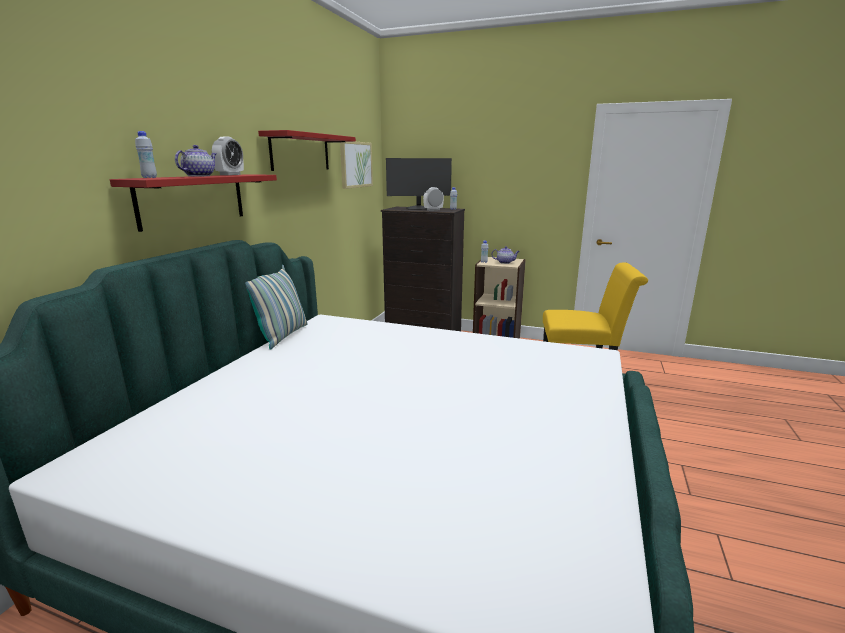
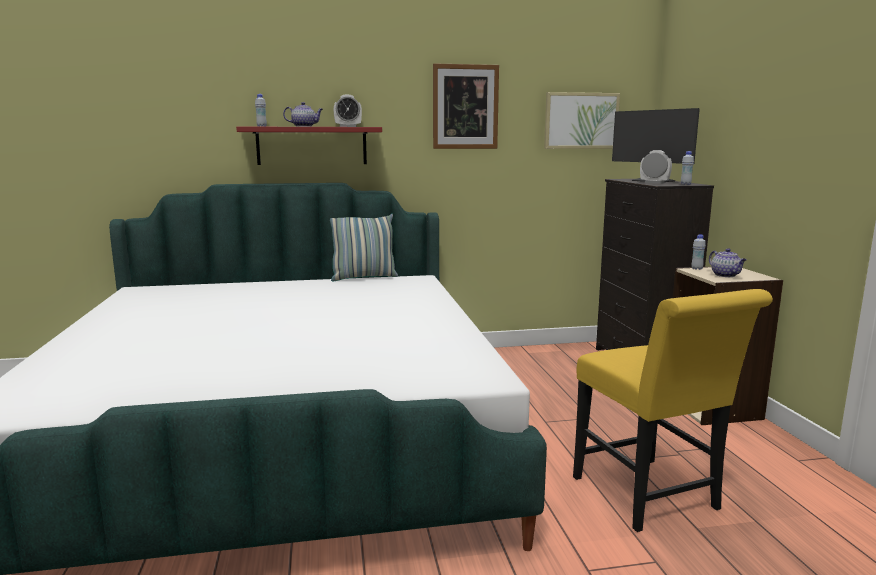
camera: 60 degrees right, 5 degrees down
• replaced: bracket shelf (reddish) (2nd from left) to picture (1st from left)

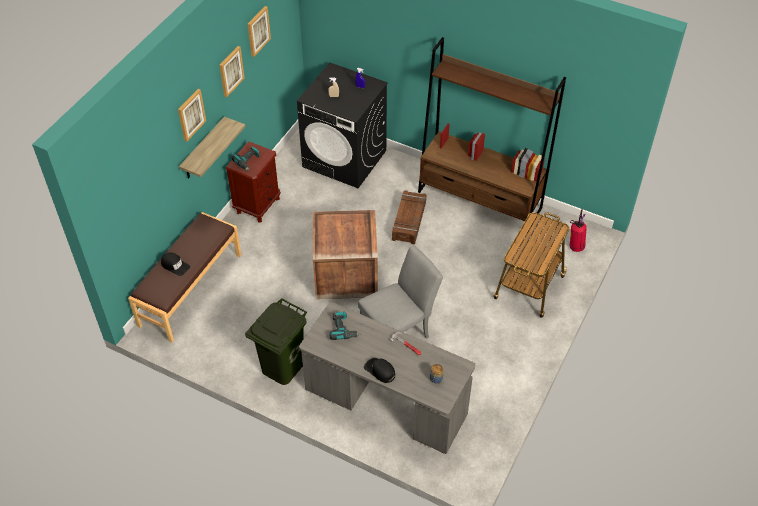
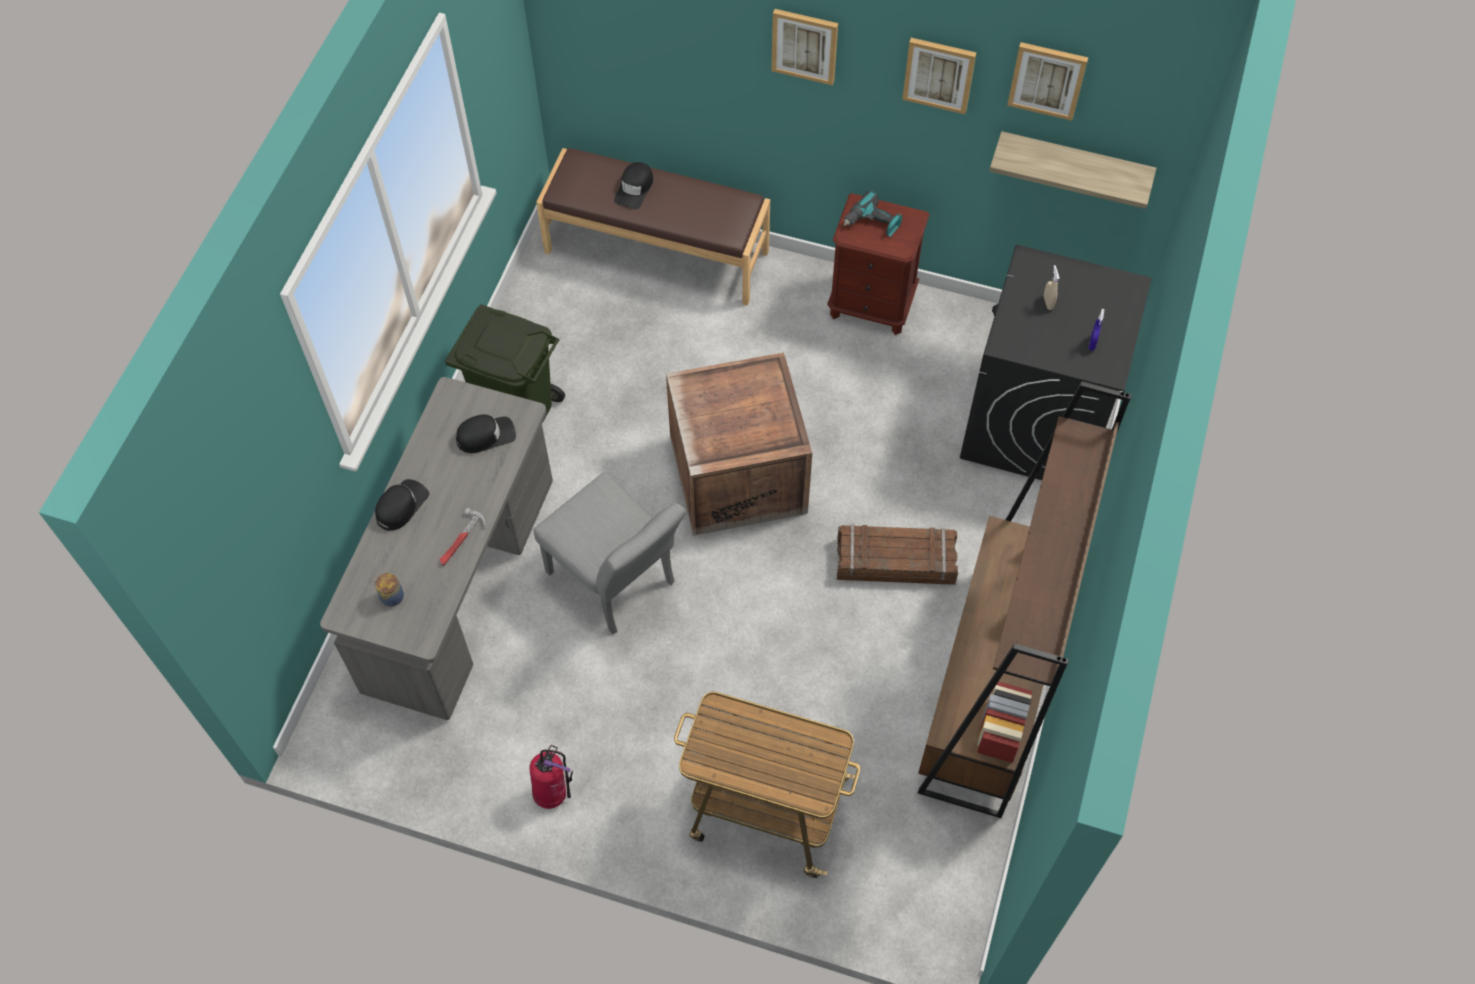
camera: 80 degrees right, 10 degrees up
• moved: bracket shelf
• moved: extinguisher
• replaced: power drill (2nd from left) to peaked cap (blackish) (2nd from left)

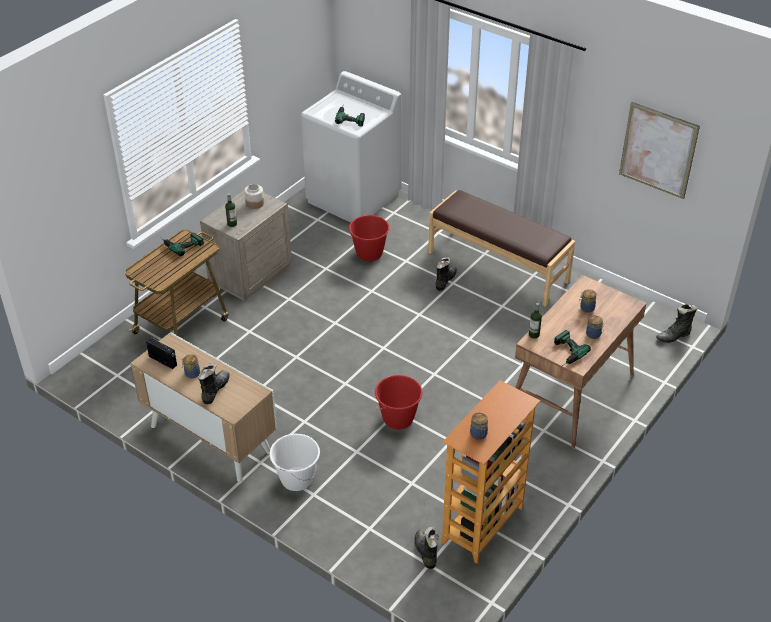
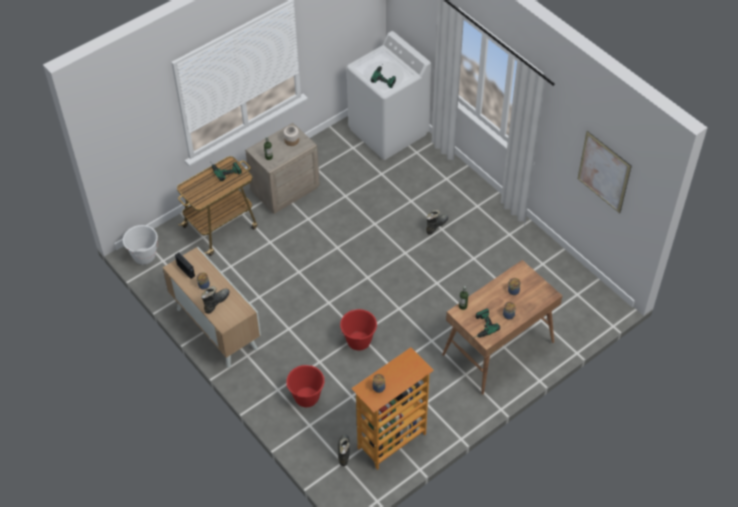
camera: 15 degrees right, 10 degrees up
• removed: indoor bench (brown)
• removed: boot (blackish) (4th from left)
• moved: bucket (white-coloured)
• moved: bucket (reddish) (1st from left)

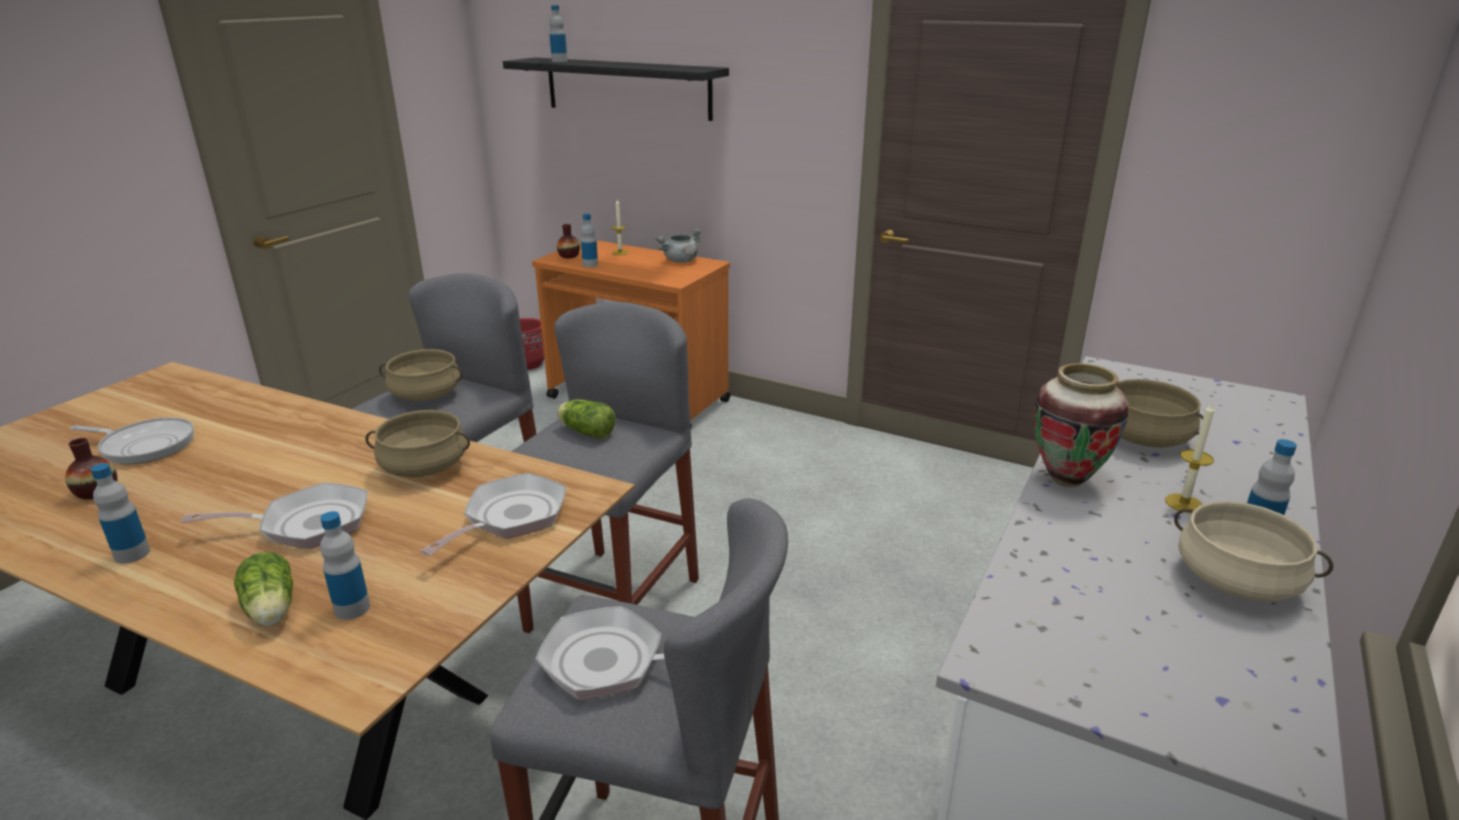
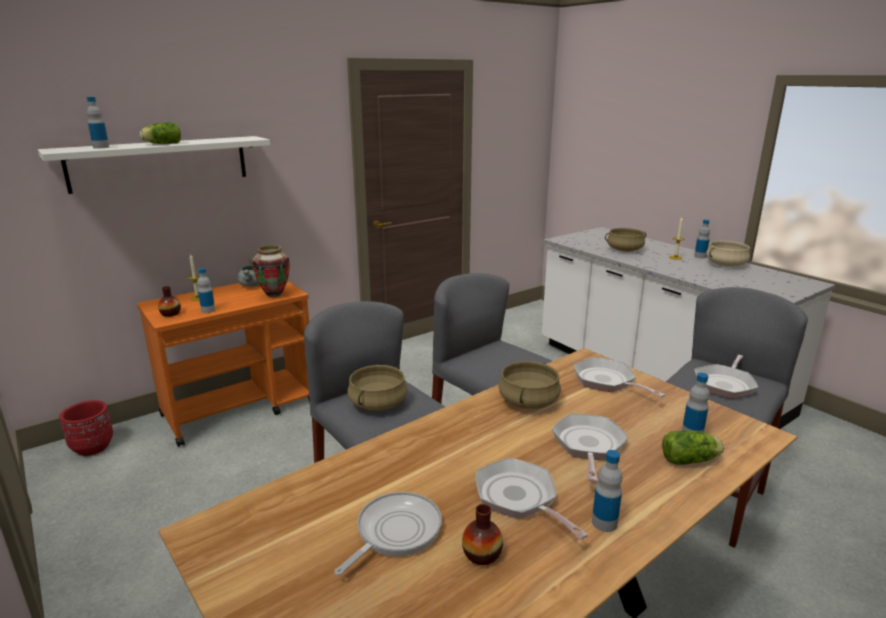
camera: 65 degrees left, 5 degrees down
• added: skillet (2nd from left)
• moved: lettuce head (2nd from left in the first image) to lettuce head (1st from left)
• moved: flower vase (3rd from left in the first image) to flower vase (2nd from left)
• recoloured: bracket shelf (blackish) to bracket shelf (white-coloured)

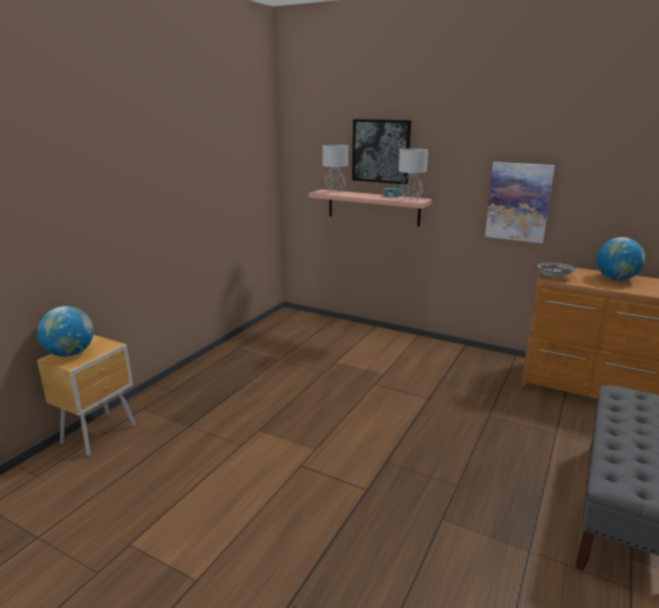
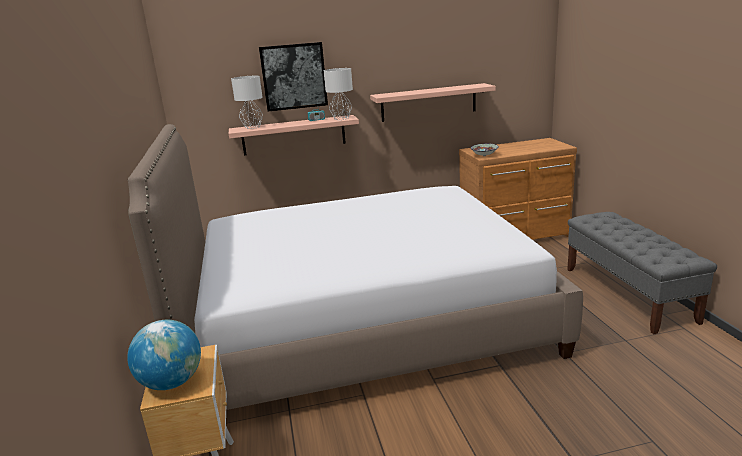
camera: 40 degrees left, 0 degrees up
• removed: world globe (2nd from left)
• added: bedroom bed
• replaced: picture (2nd from left) to bracket shelf (2nd from left)

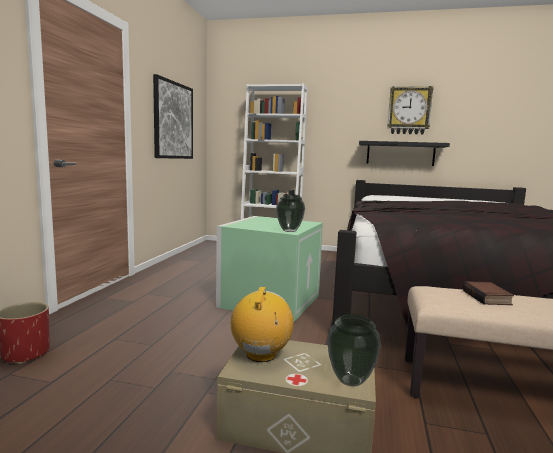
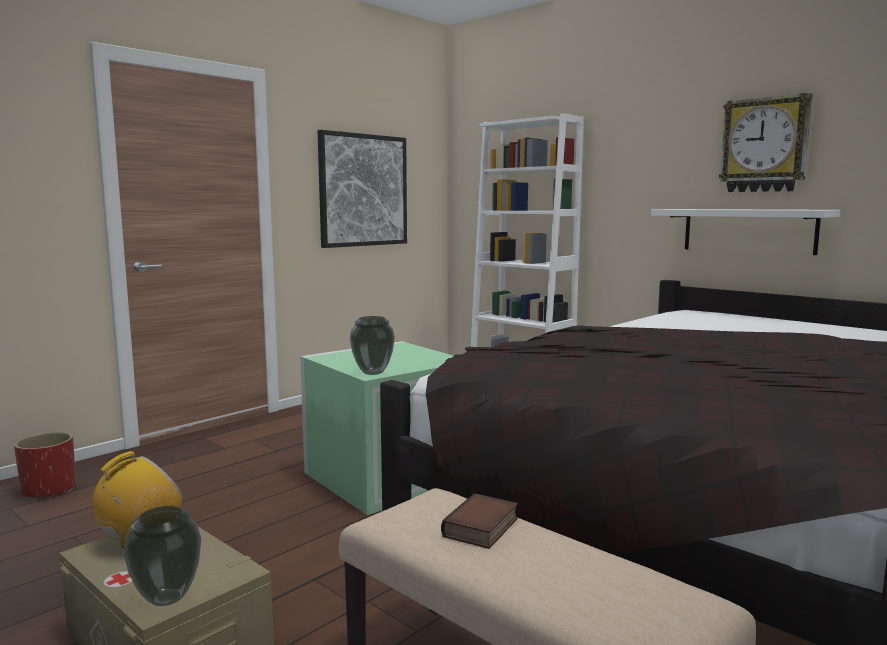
camera: 30 degrees right, 0 degrees up
• recoloured: bracket shelf (blackish) to bracket shelf (white-coloured)

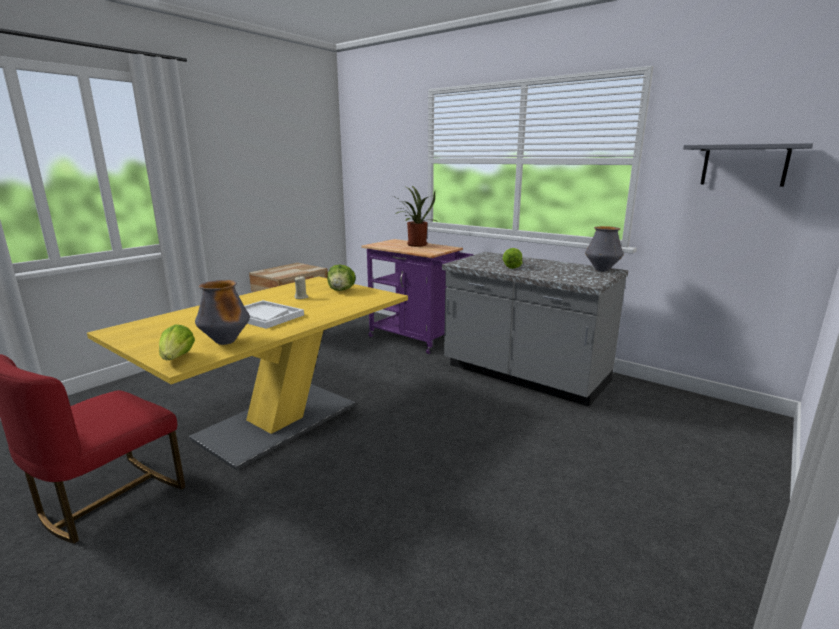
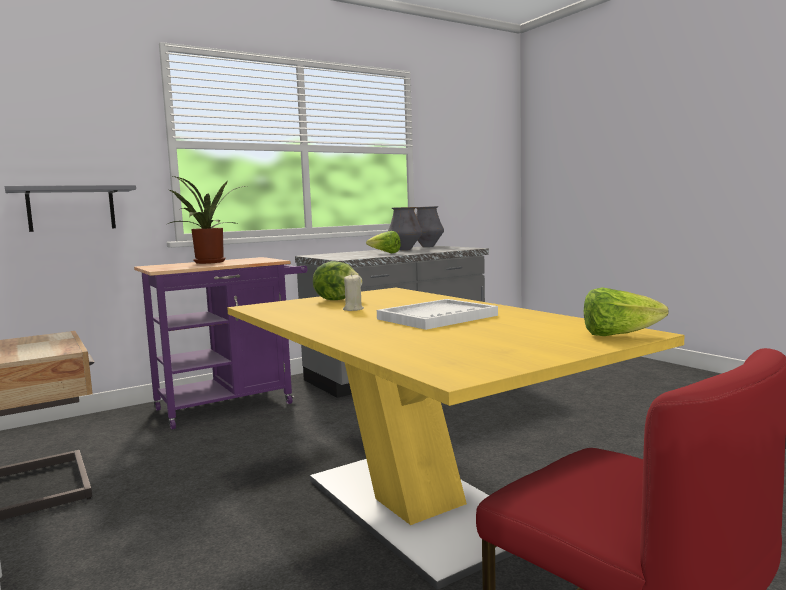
camera: 70 degrees left, 10 degrees down
• moved: flower vase (1st from left)
• moved: bracket shelf (grey)

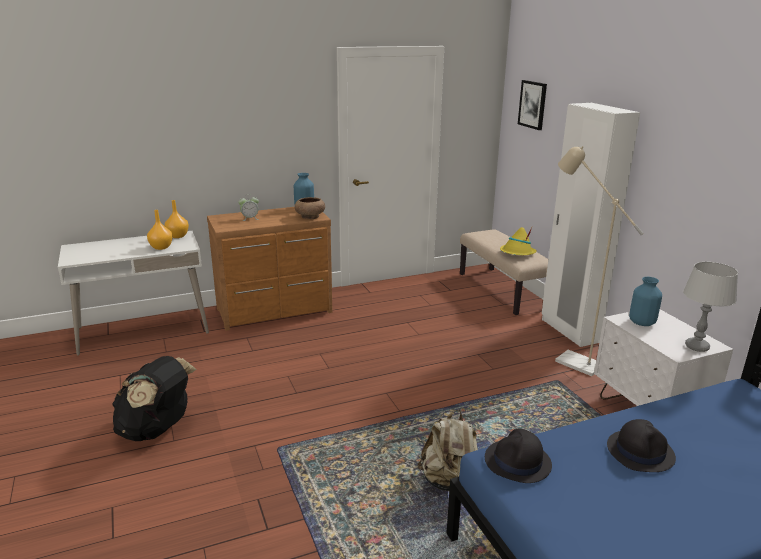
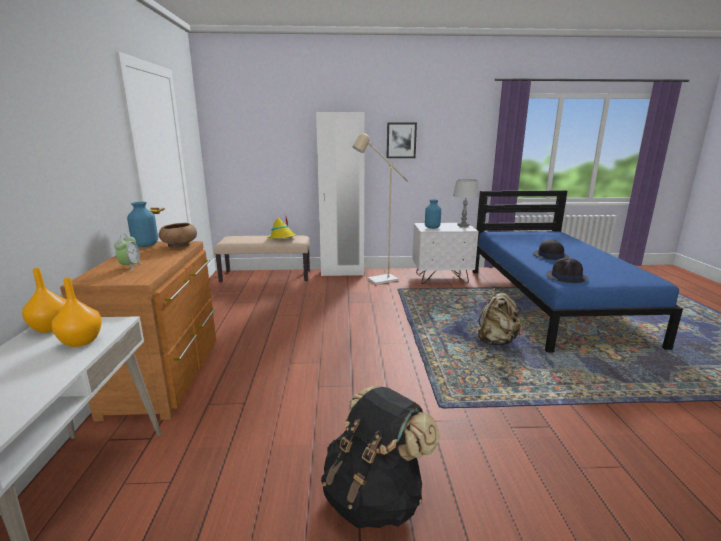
camera: 70 degrees left, 5 degrees down
• moved: picture

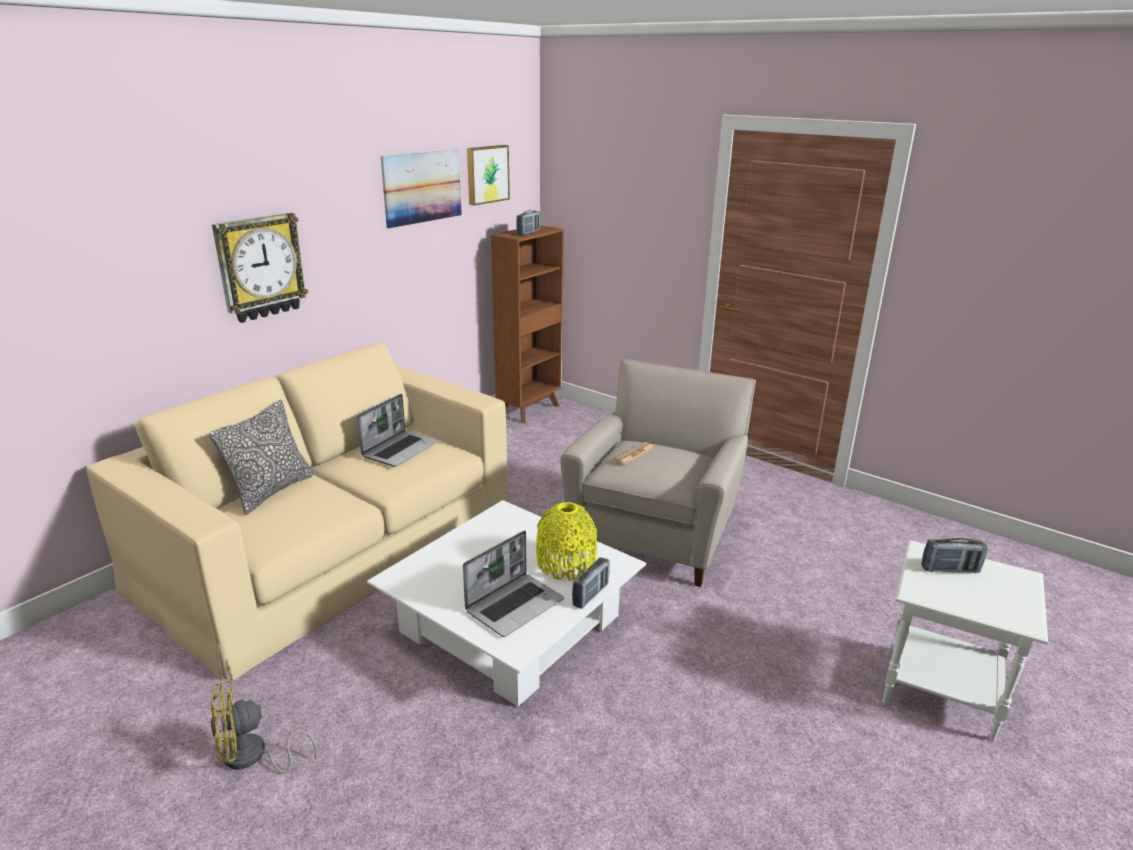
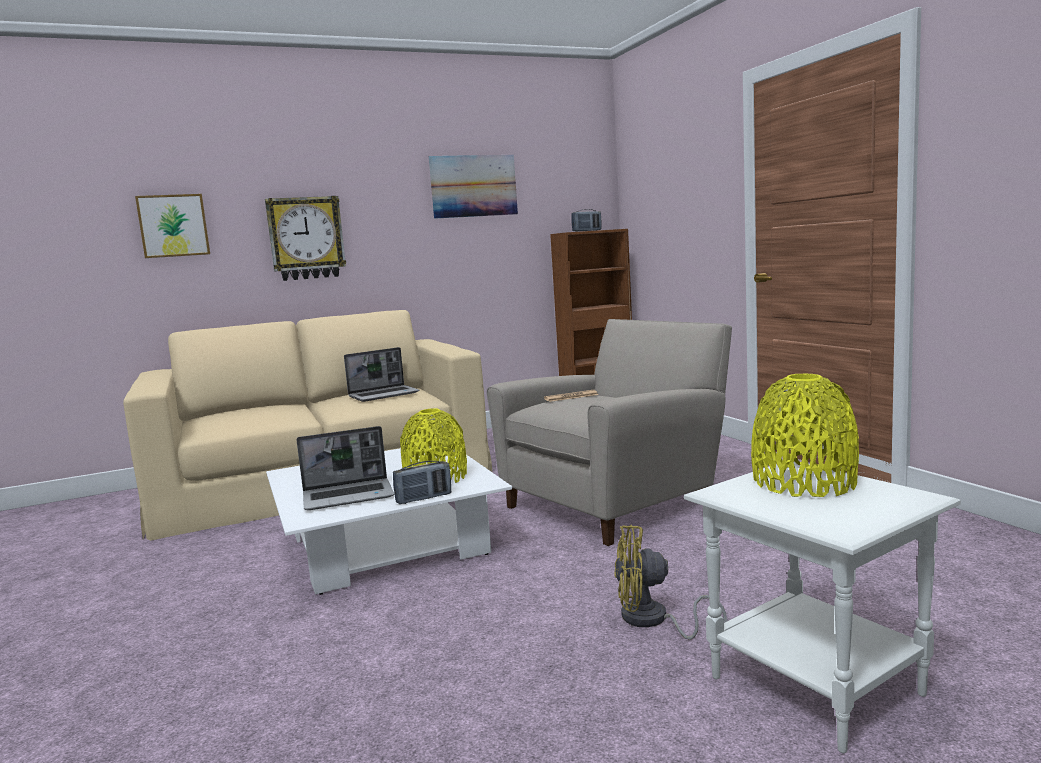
camera: 30 degrees right, 15 degrees down
• removed: pillow
• moved: electric fan (yellowish)
• moved: picture (2nd from left in the first image) to picture (1st from left)
• replaced: radio receiver (3rd from left) to flower vase (yellowish) (2nd from left)

